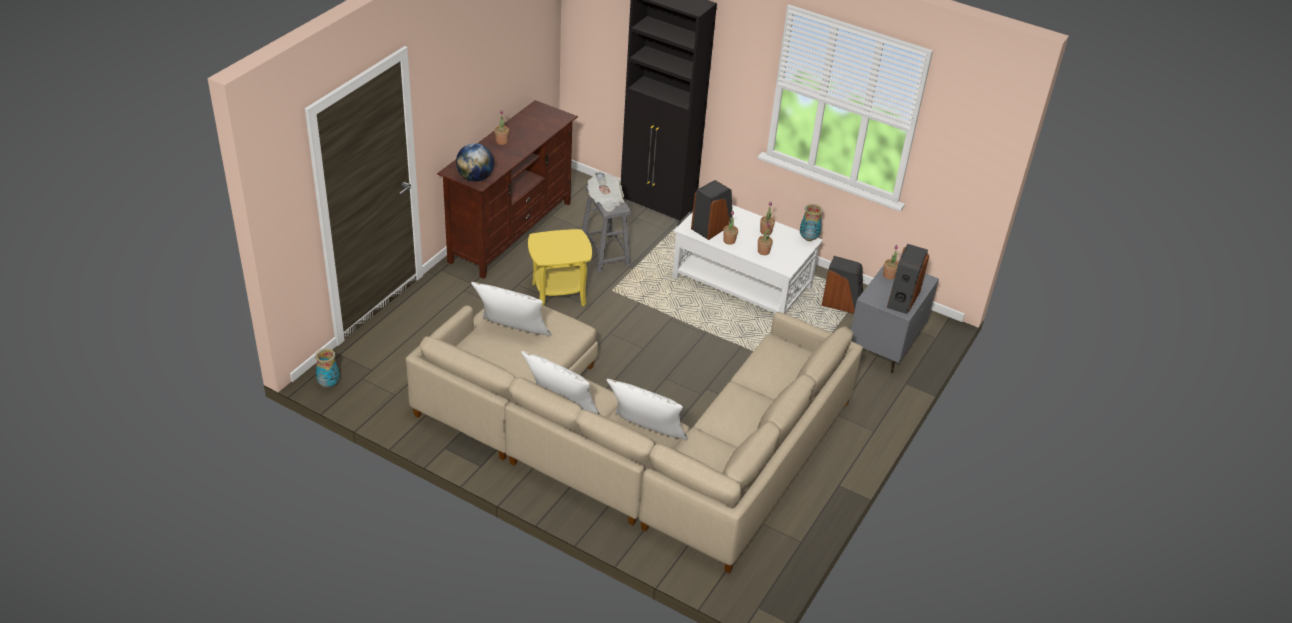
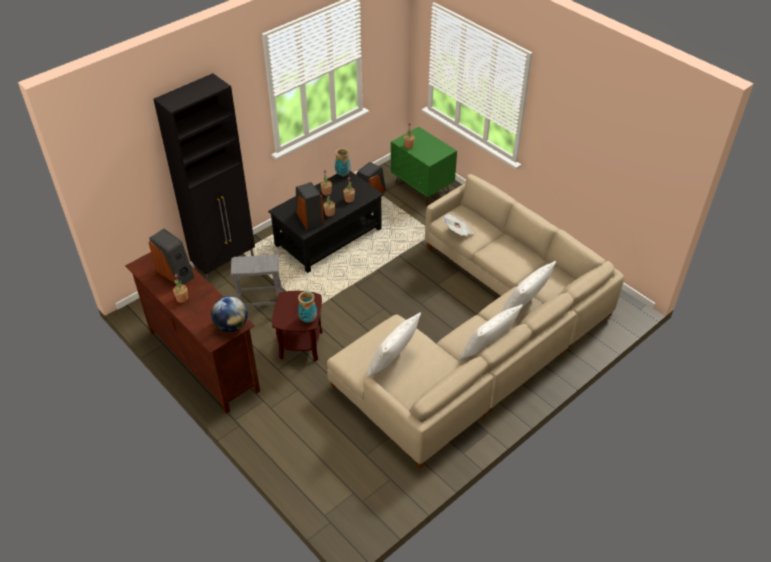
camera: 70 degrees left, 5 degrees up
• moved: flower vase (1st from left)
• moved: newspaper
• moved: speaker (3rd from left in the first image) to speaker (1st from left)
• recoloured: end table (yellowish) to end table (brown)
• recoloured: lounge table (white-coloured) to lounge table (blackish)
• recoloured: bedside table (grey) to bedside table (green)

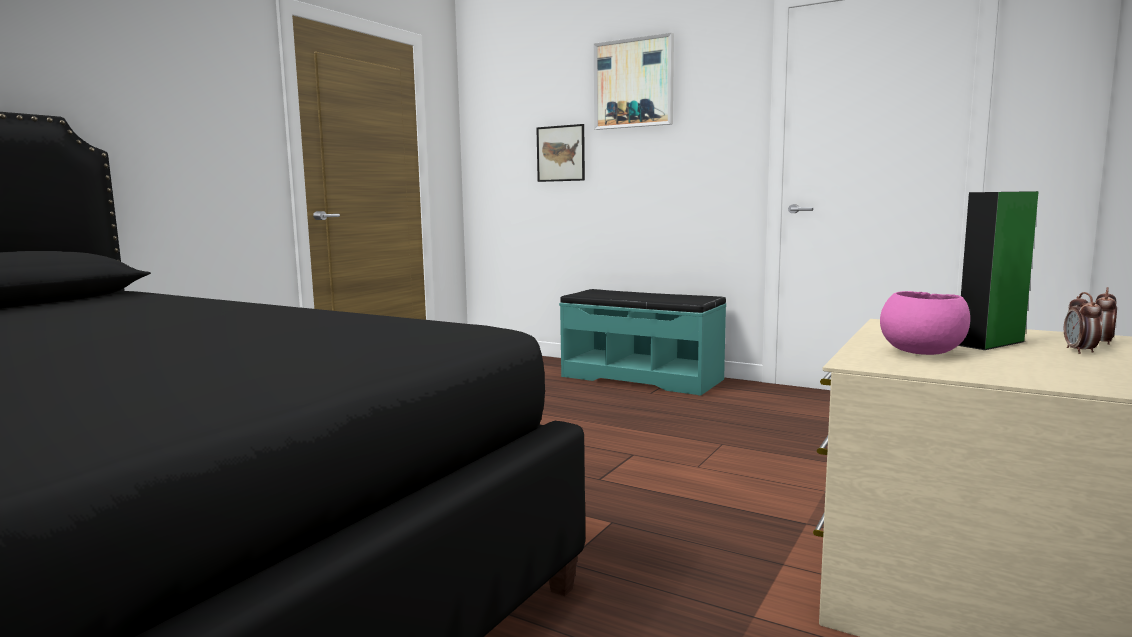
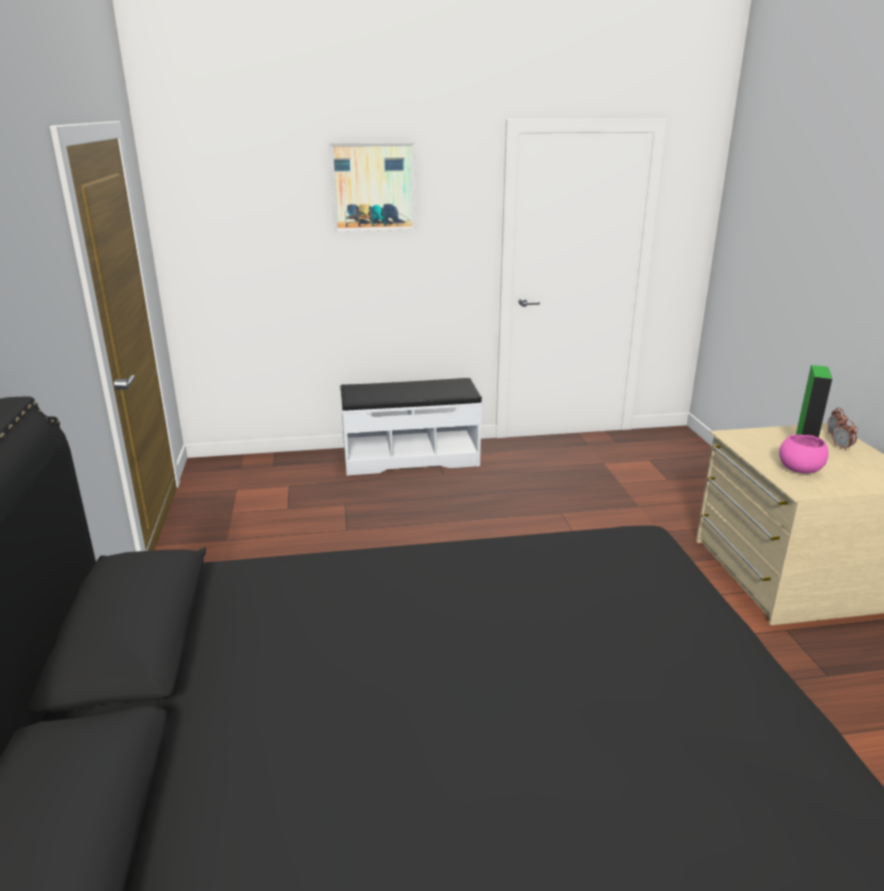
camera: 40 degrees left, 15 degrees up
• removed: picture (1st from left)
• recoloured: indoor bench (turquoise-coloured) to indoor bench (white-coloured)

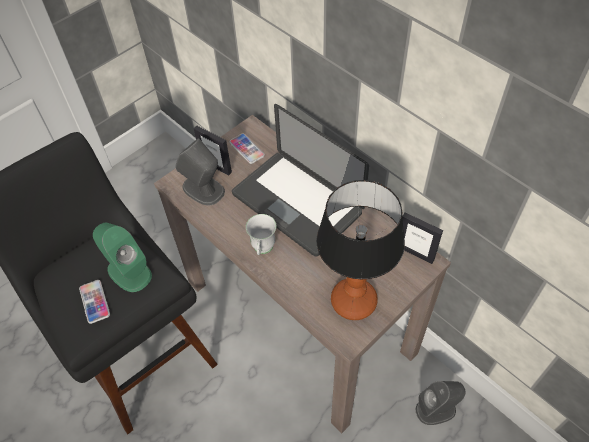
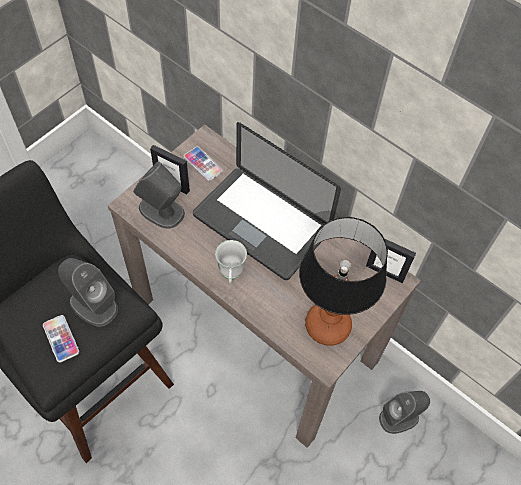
camera: 10 degrees left, 5 degrees up
• recoloured: speaker (green) to speaker (grey) (1st from left)

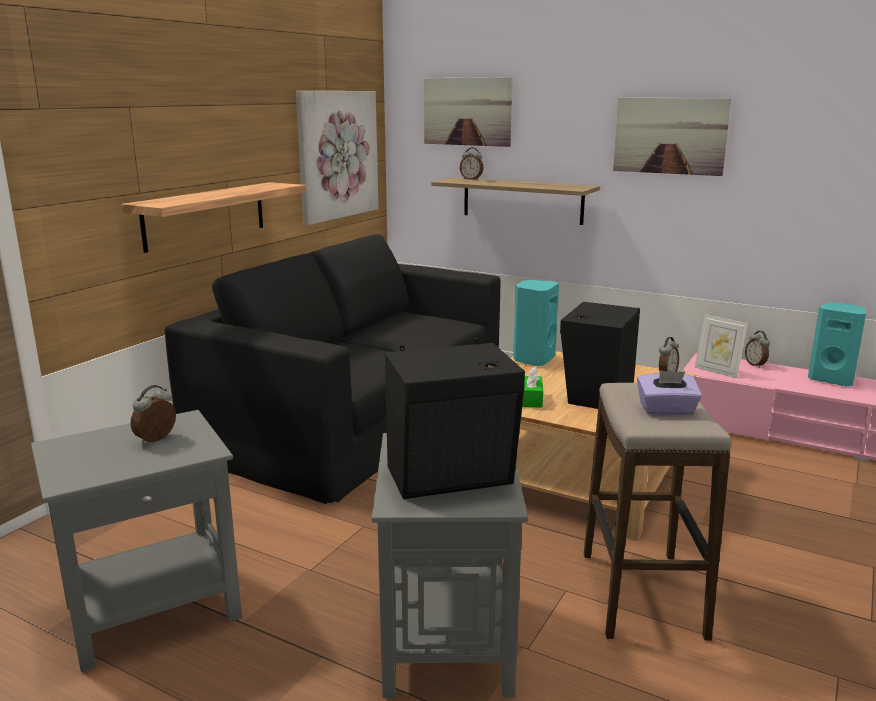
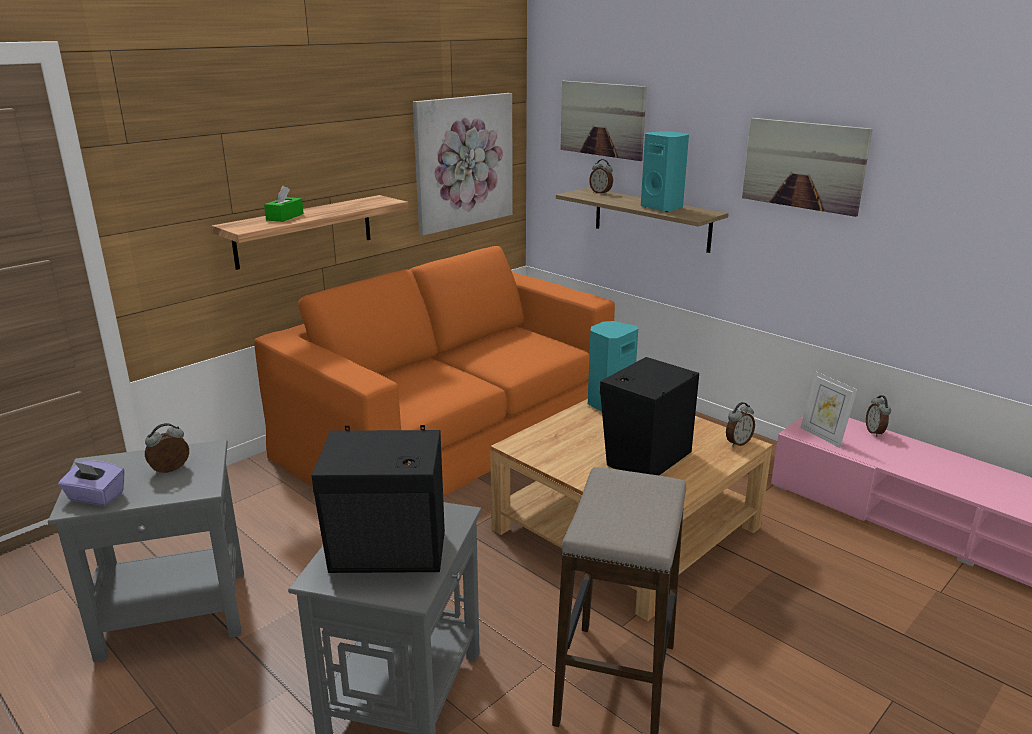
camera: 15 degrees right, 5 degrees up
• moved: box of tissues (green)
• moved: box of tissues (purplish)
• moved: speaker (turquoise-coloured) (2nd from left)
• recoloured: sofa (blackish) to sofa (orangey)

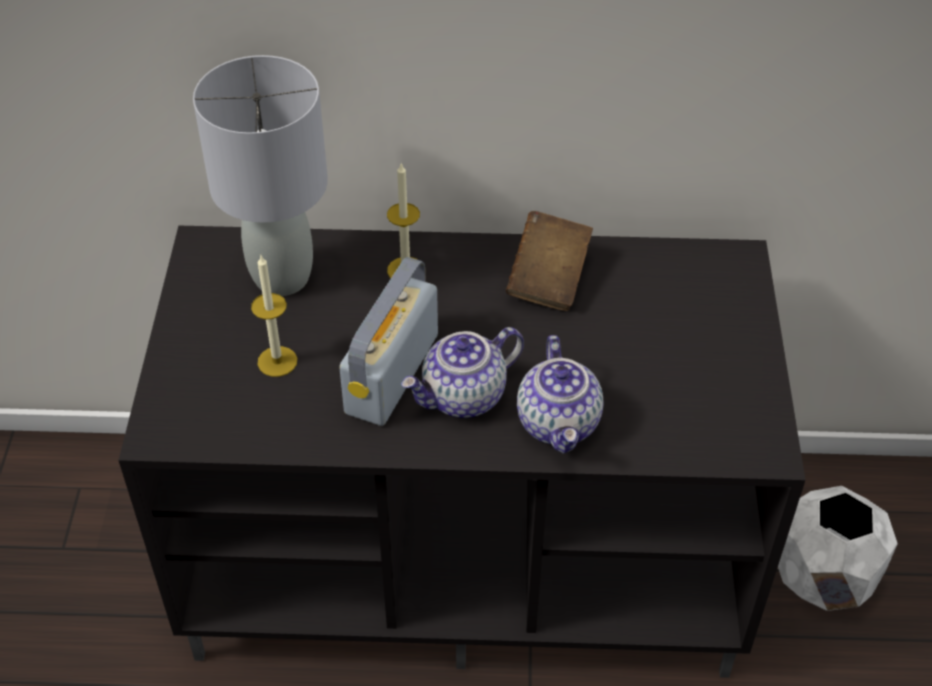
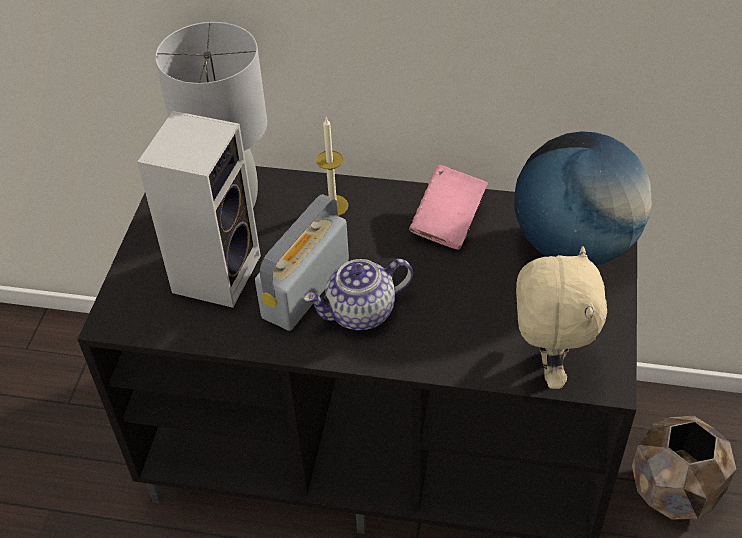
camera: 10 degrees right, 0 degrees up
• removed: teapot (2nd from left)
• added: world globe
• added: plush toy (beige)
• replaced: wax light (1st from left) to speaker
• recoloured: bound book (brown) to bound book (pinkish)
• recoloured: flower pot (white-coloured) to flower pot (brown)

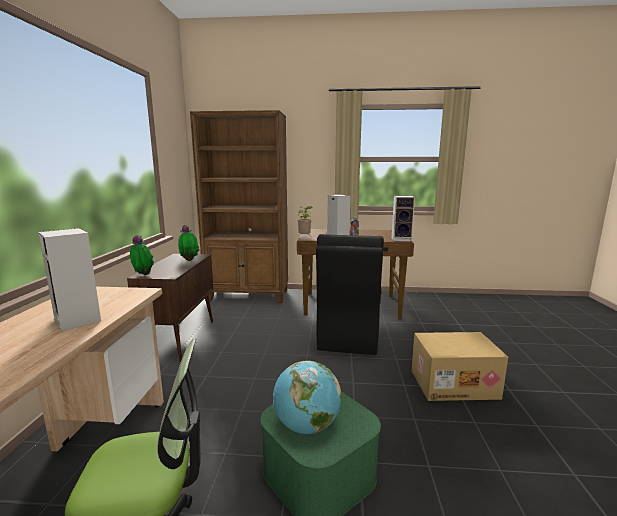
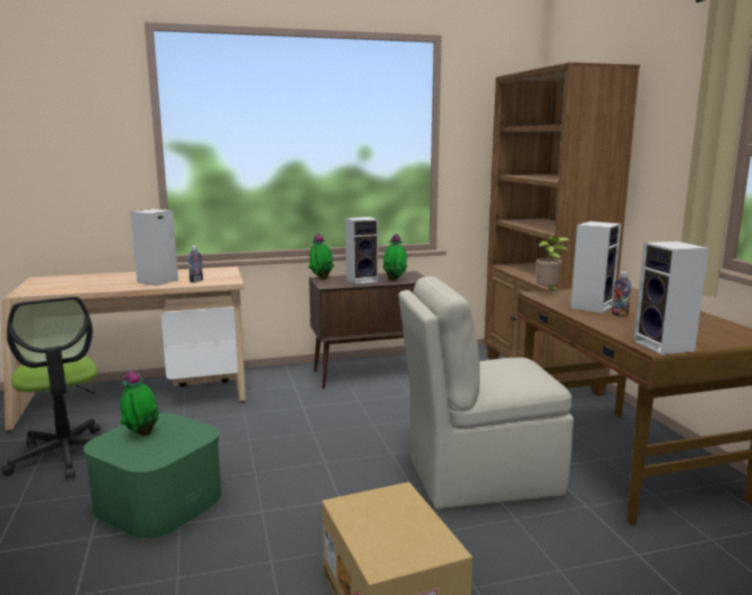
camera: 70 degrees right, 0 degrees up
• added: beverage bottle (1st from left)
• added: speaker (2nd from left)
• replaced: world globe to potted plant (1st from left)
• recoloured: upright chair (blackish) to upright chair (beige)

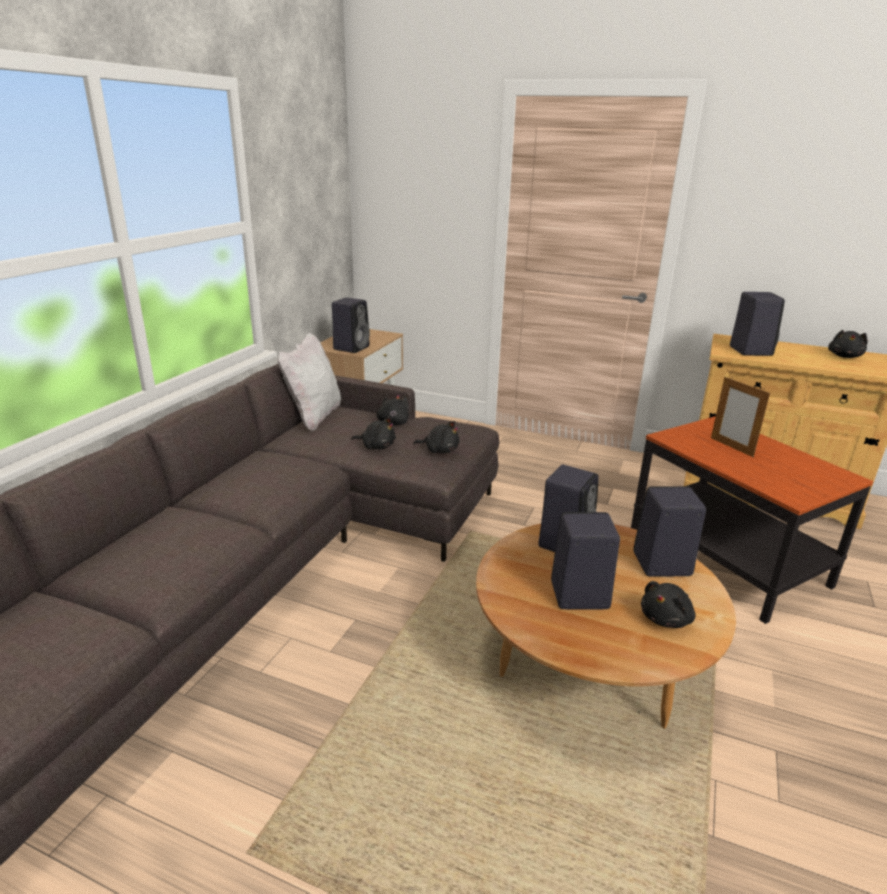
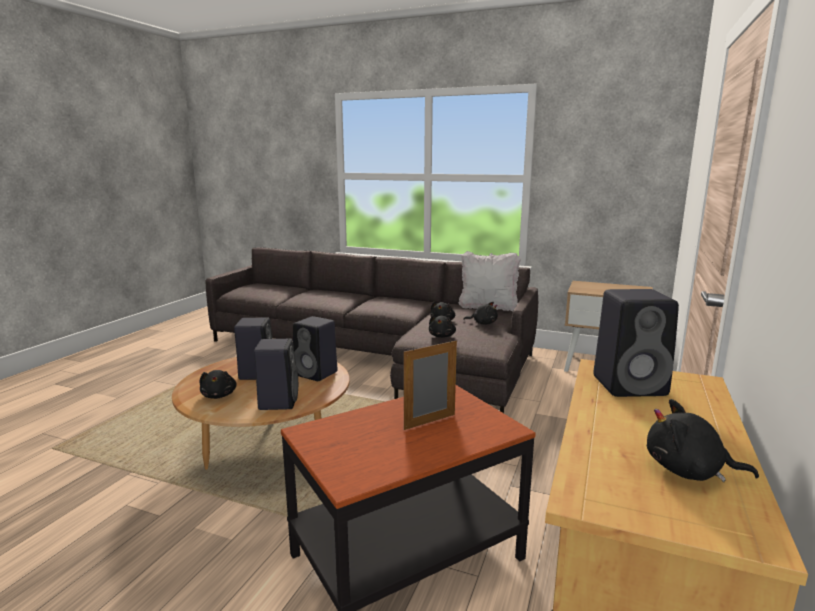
camera: 90 degrees right, 10 degrees down
• removed: speaker (blackish) (1st from left)
• turned: plush toy (blackish) (4th from left in the first image) 150 degrees counterclockwise

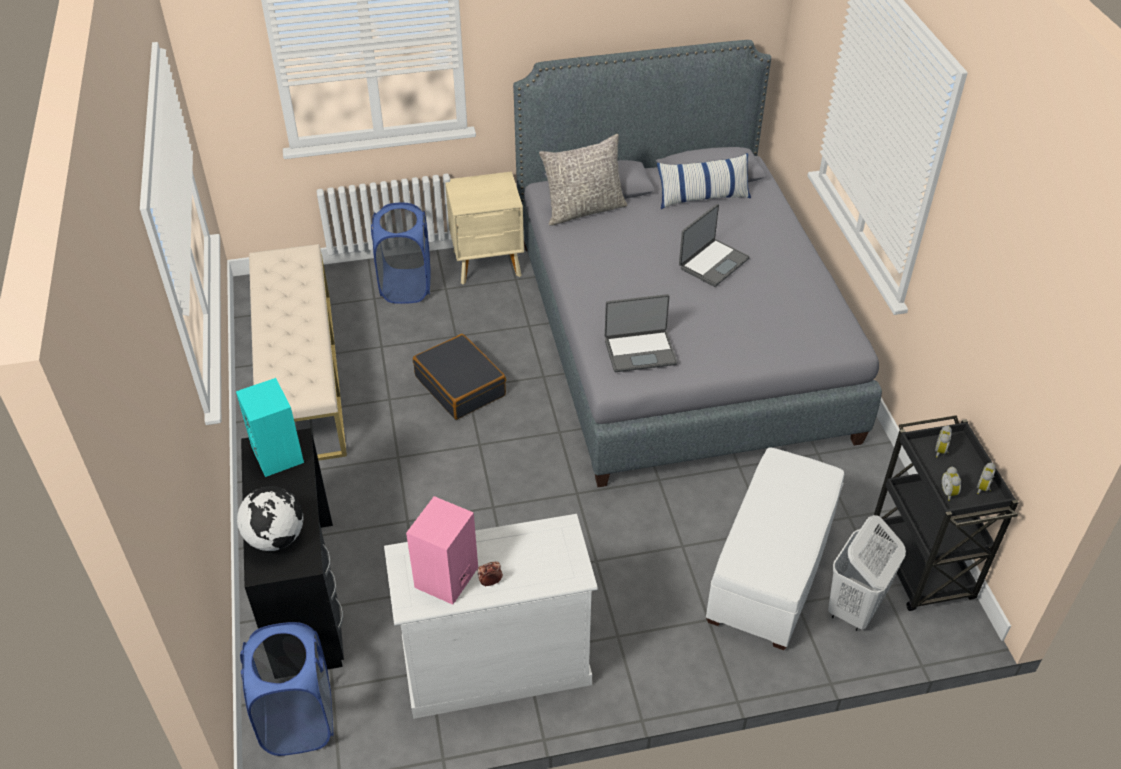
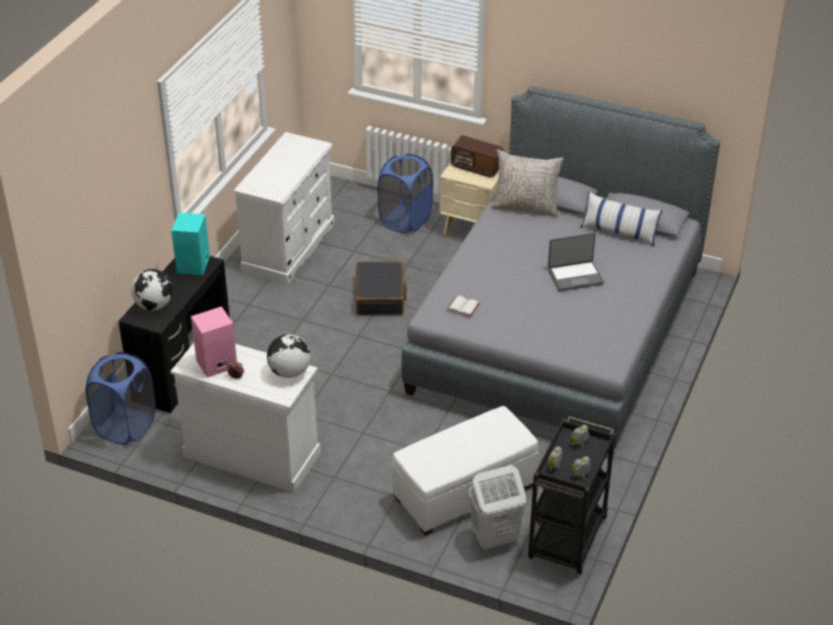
camera: 35 degrees right, 5 degrees down
• added: world globe (2nd from left)
• added: radio receiver
• replaced: indoor bench (beige) to chest of drawers (white-coloured) (2nd from left)
• replaced: laptop (1st from left) to bound book (white-coloured)

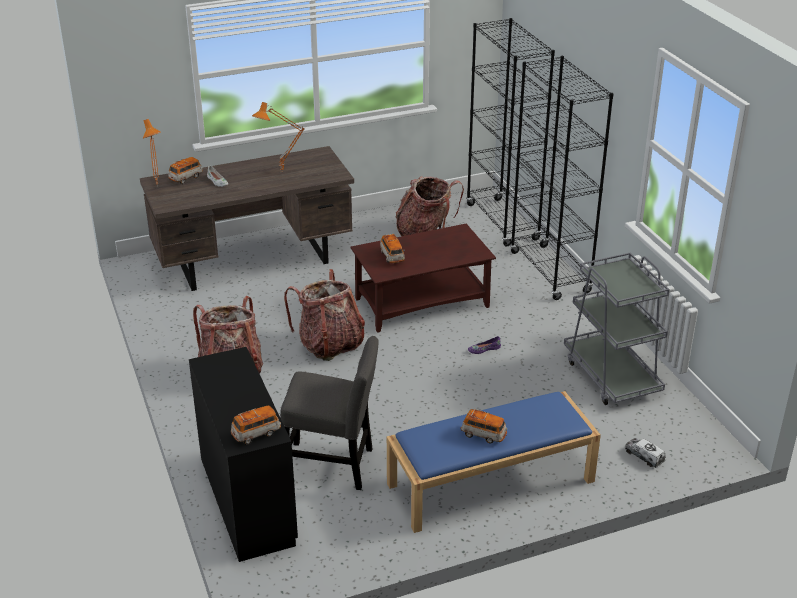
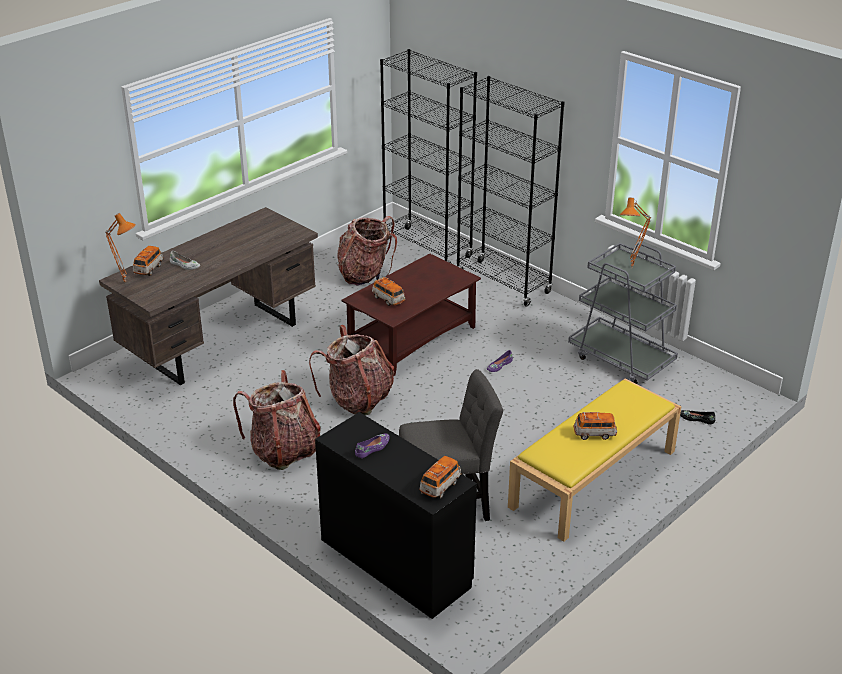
camera: 25 degrees left, 0 degrees up
• added: shoe (purplish) (1st from left)
• moved: lamp for a table (orangey) (2nd from left)
• replaced: toy truck to shoe (blackish)
• recoloured: indoor bench (bluish) to indoor bench (yellowish)

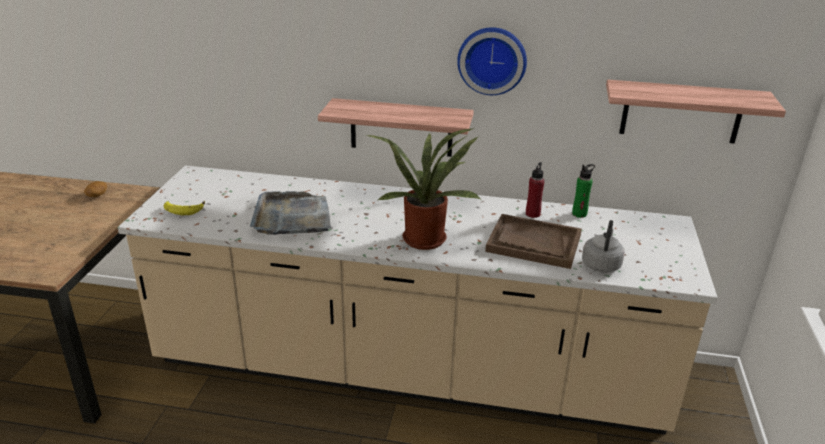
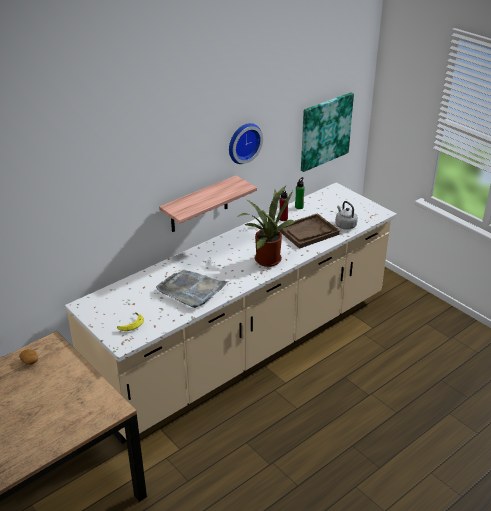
camera: 50 degrees left, 5 degrees up
• replaced: bracket shelf (2nd from left) to picture

